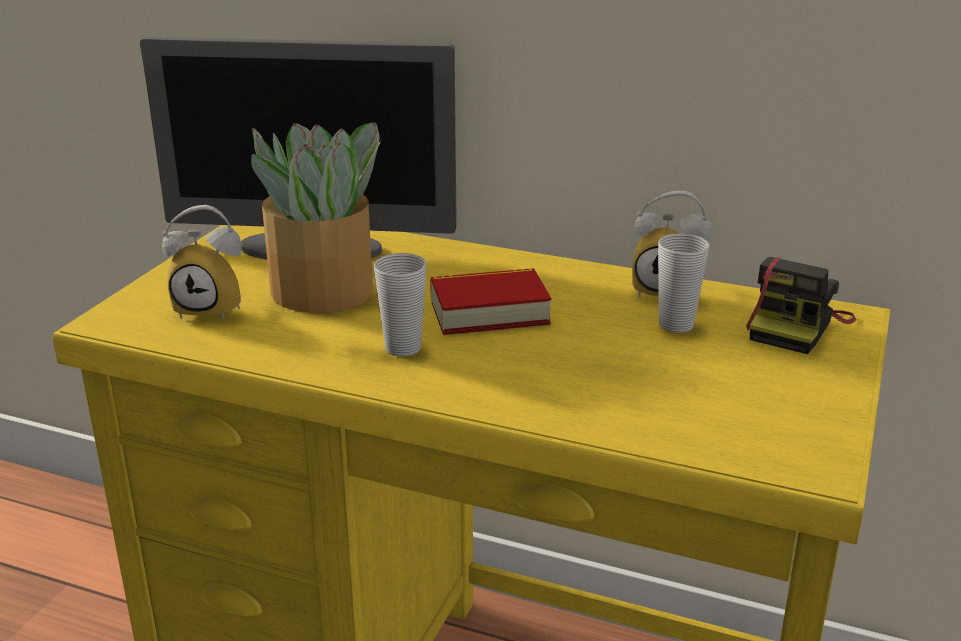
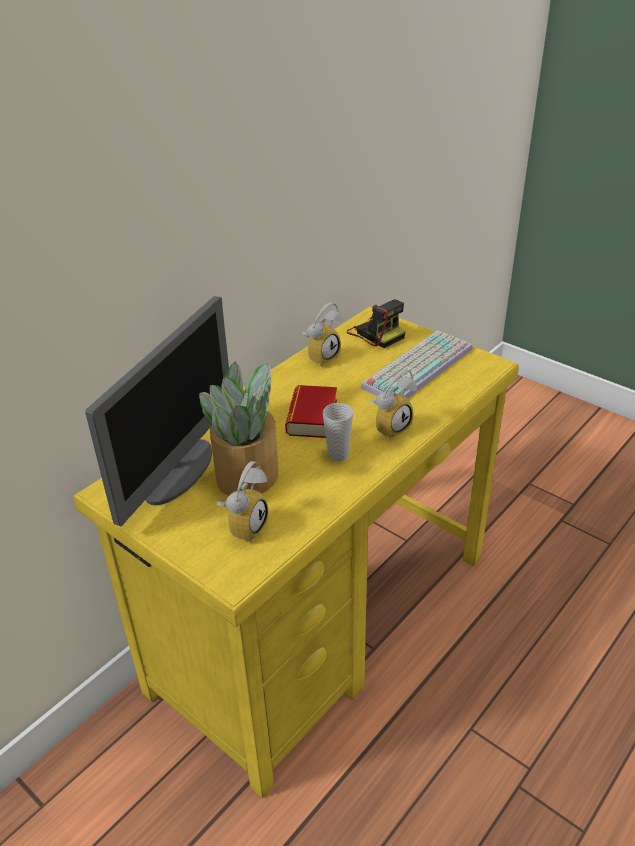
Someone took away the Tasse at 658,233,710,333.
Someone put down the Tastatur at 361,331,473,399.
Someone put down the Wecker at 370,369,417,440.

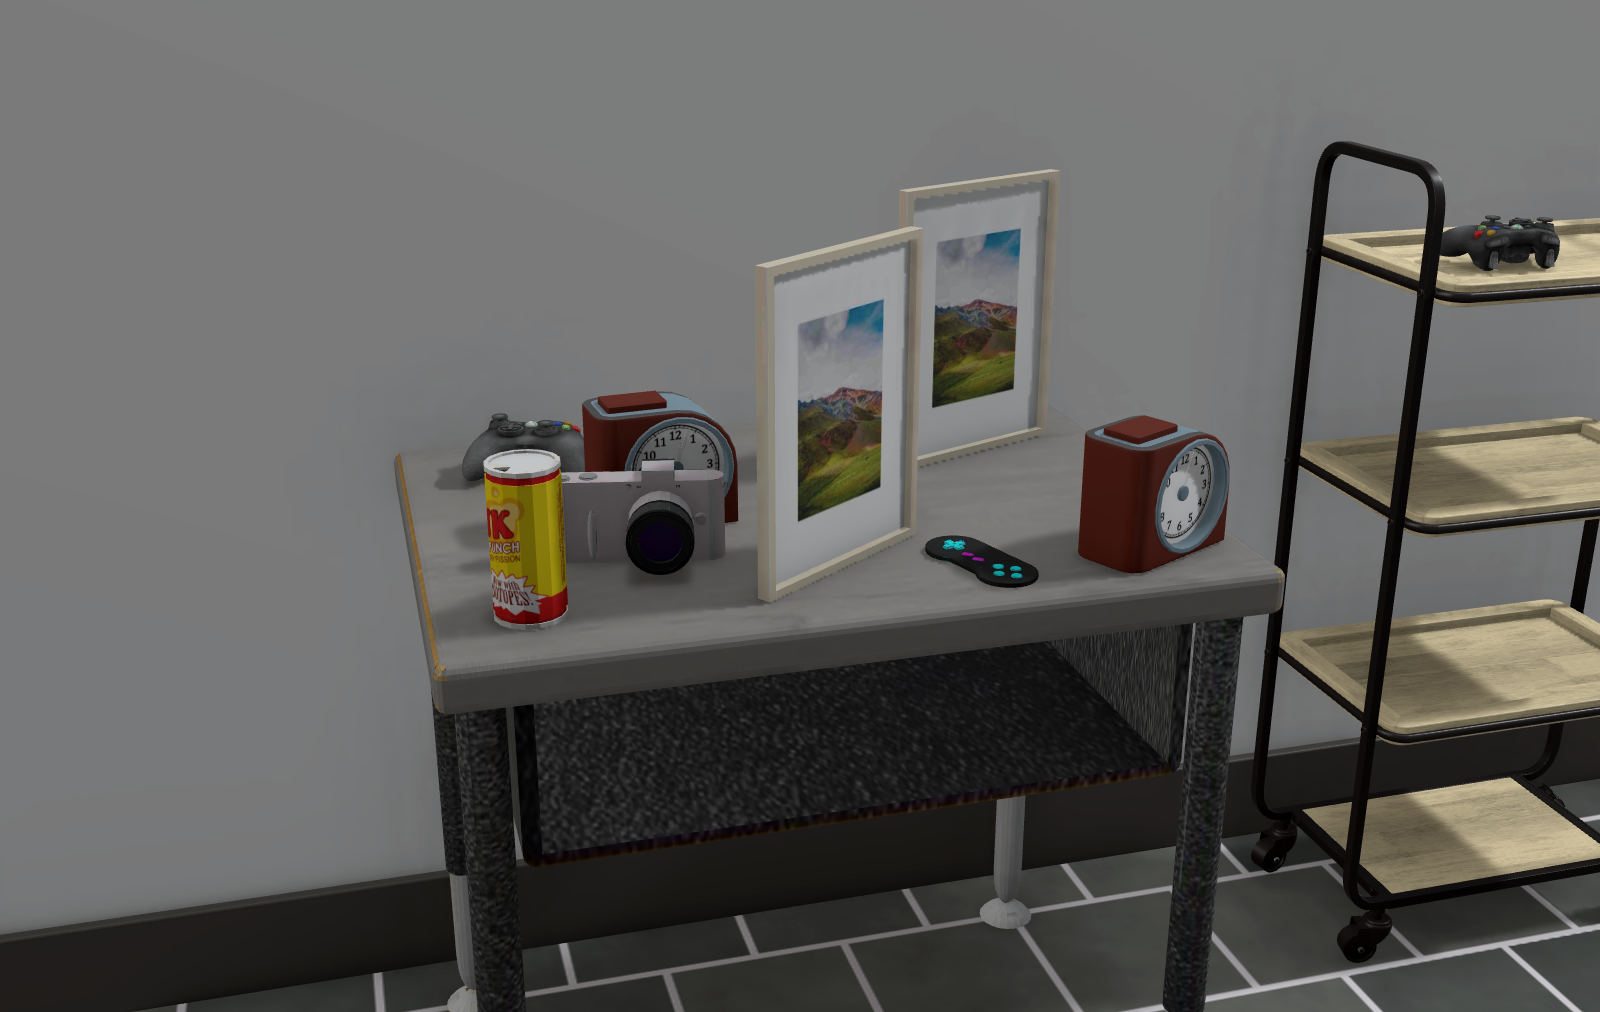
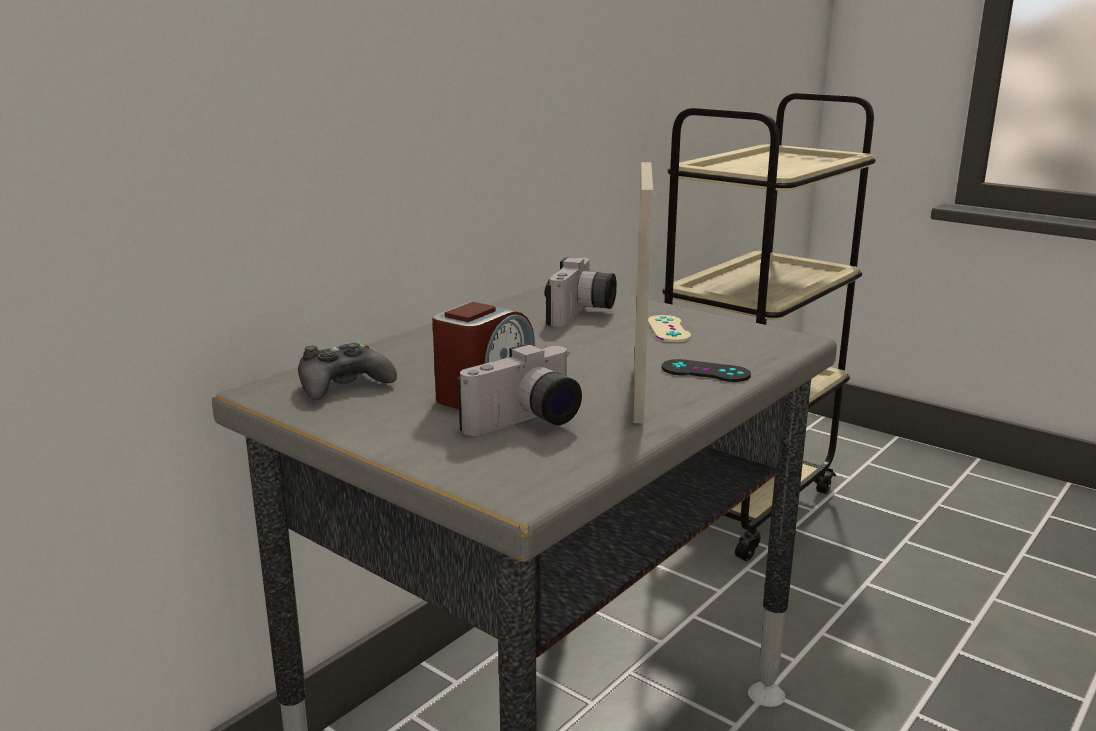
Someone swapped the Bilderrahmen at 898,169,1060,467 for the Kamera at 544,257,617,327.
Someone took away the Gamepad [schwarz] at 1440,215,1560,271.
Someone took away the Wecker at 1078,415,1230,573.
Someone took away the Dose at 483,449,568,630.
Someone put down the Gamepad [beige] at 648,315,691,342.

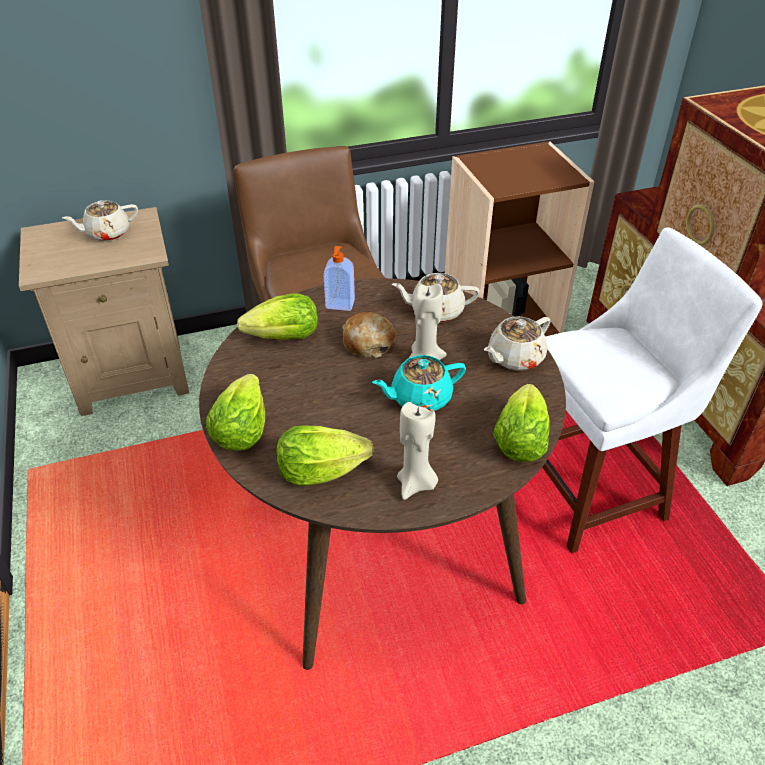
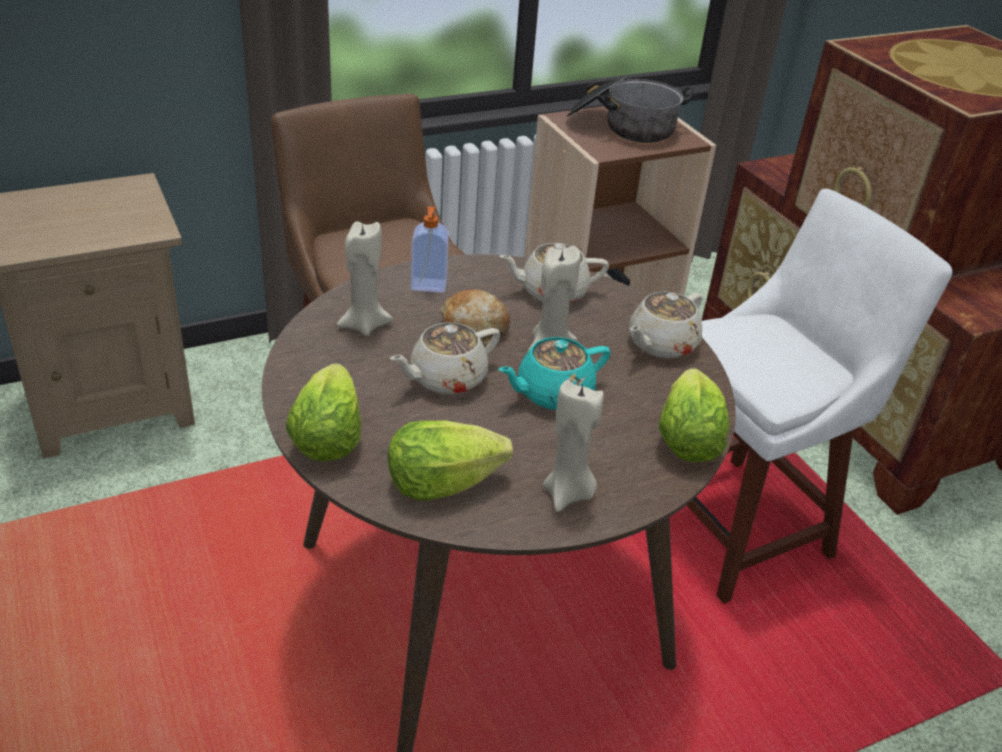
Someone carried the Teekanne [beige] from 62,200,138,241 to 390,322,500,395.
Someone swapped the Salatkopf at 237,293,318,340 for the Kerze [beige] at 337,221,393,336.
Someone put down the Kochtopf at 567,76,694,143.

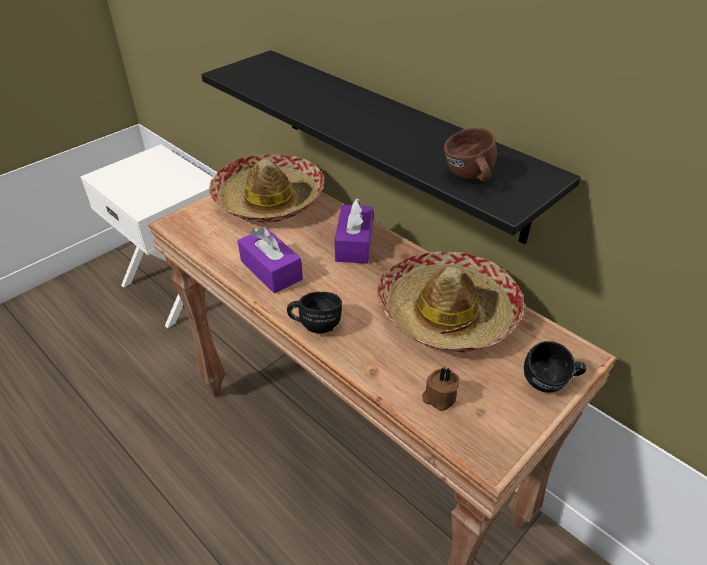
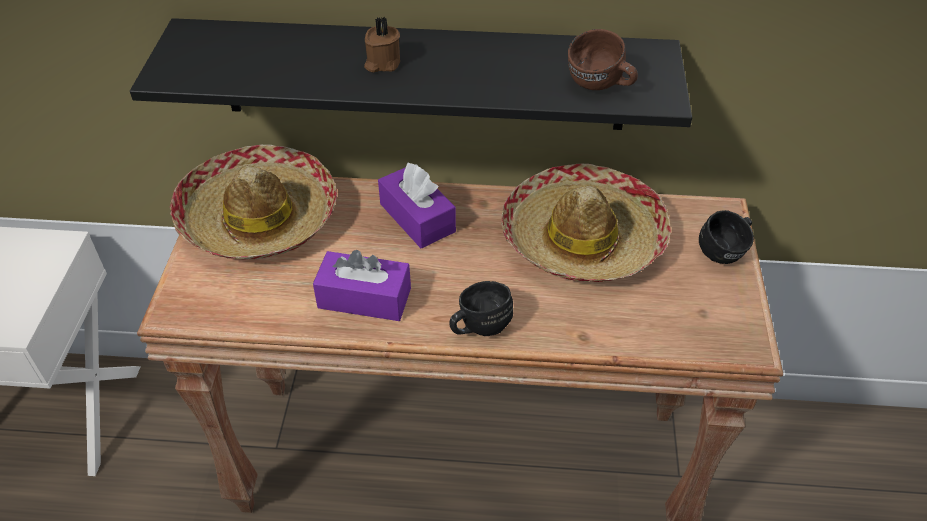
Someone carried the Kerze [braun] from 422,367,460,411 to 364,17,400,73.

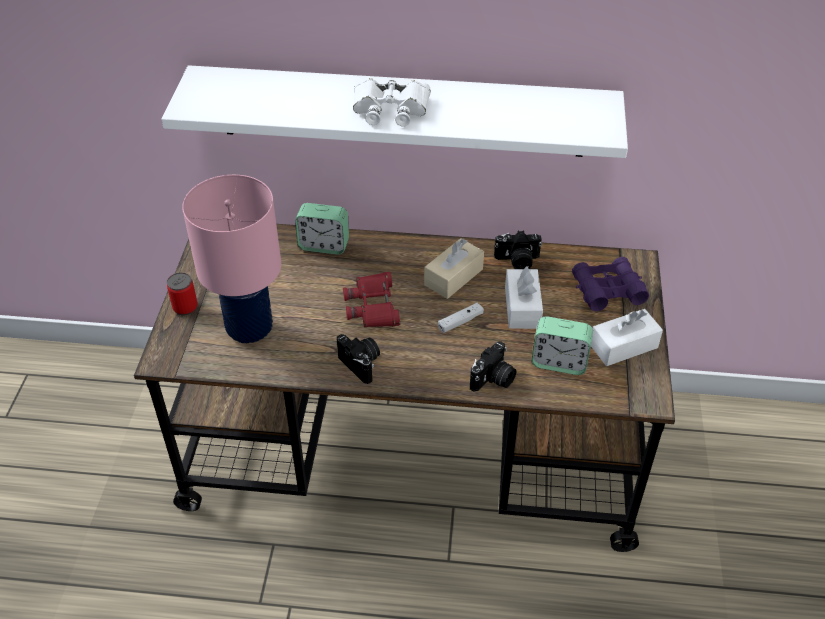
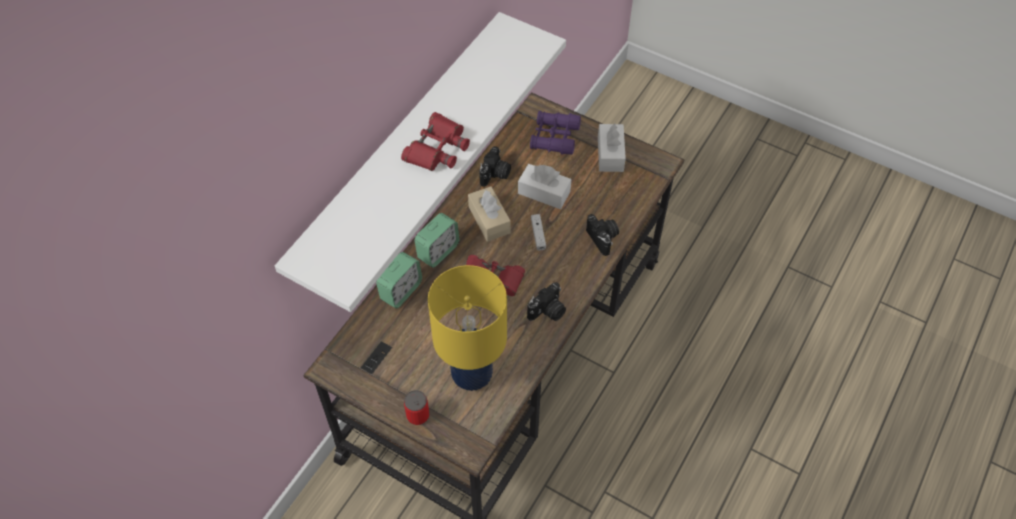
Someone repainted the Fernglas [weiß] at 353,78,431,127, which became the Fernglas [rot] at 401,112,470,171.
Someone repainted the Tischlampe [rosa] at 182,175,281,343, which became the Tischlampe [gelb] at 428,265,507,391.
Someone carried the Wecker from 532,316,593,375 to 415,213,460,268.
Someone rotated the Kamera at 337,334,380,384 by 150 degrees clockwise.

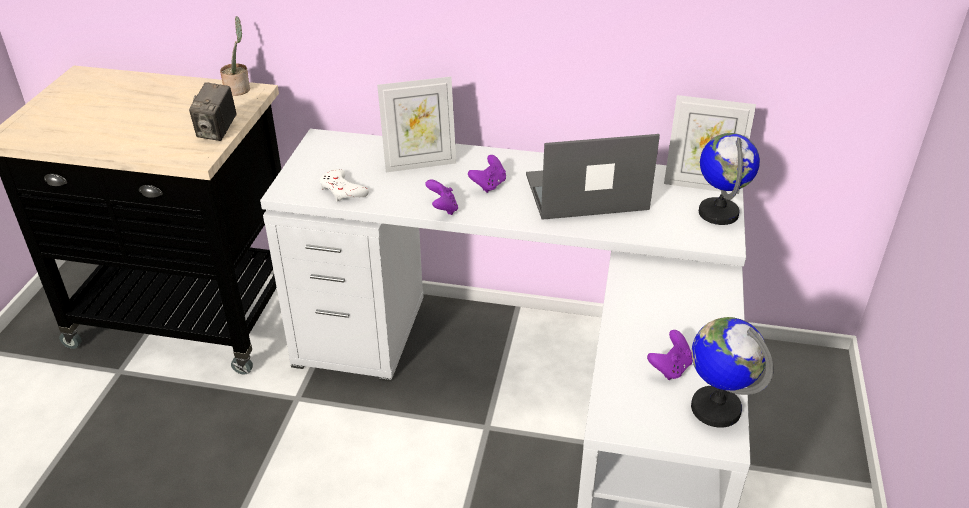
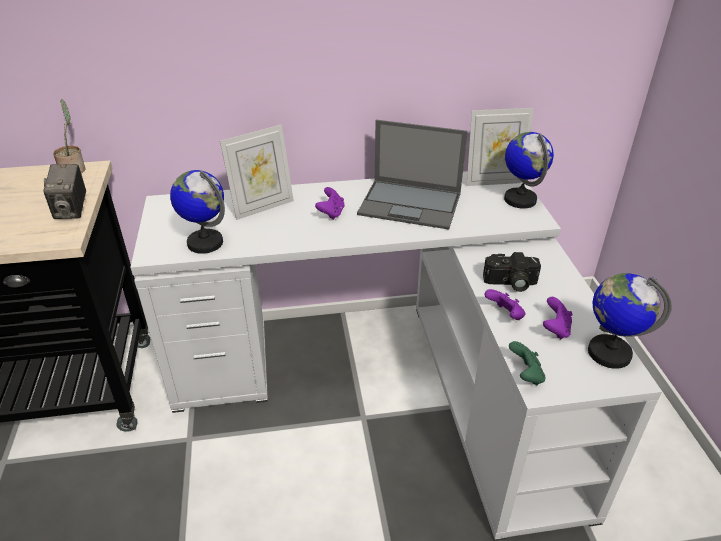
Someone rotated the Laptop at 526,134,660,220 by 135 degrees counterclockwise.
Someone swapped the Gamepad [weiß] at 319,169,369,202 for the Globus at 170,170,225,254.
Someone carried the Gamepad [lila] from 425,179,458,215 to 484,289,525,320.
Someone put down the Kamera at 483,252,541,292.
Someone put down the Gamepad [grün] at 509,341,545,385.

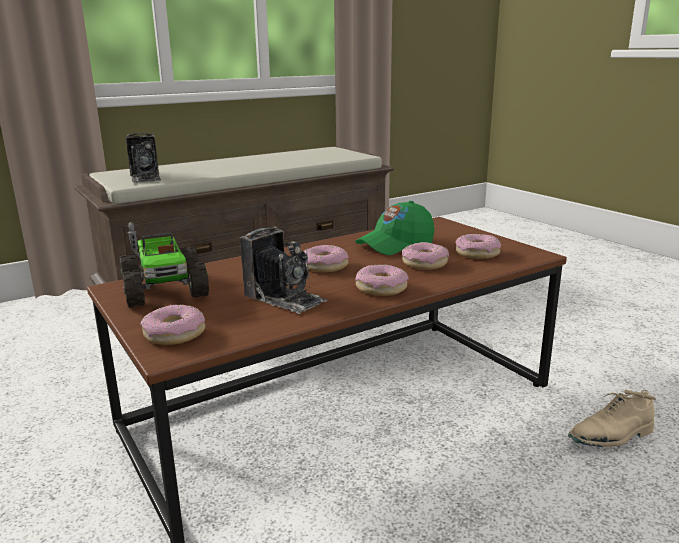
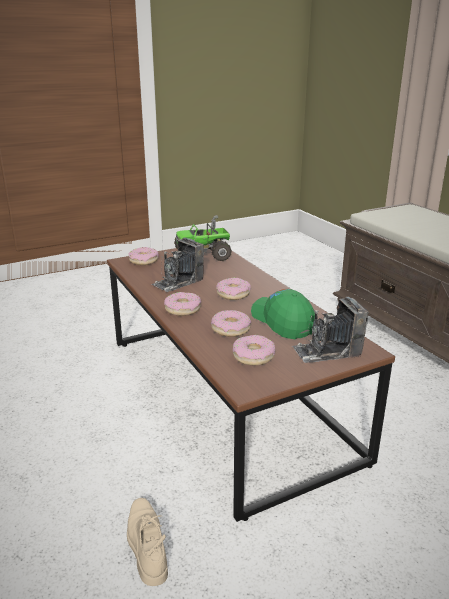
Someone carried the Kamera from 126,133,161,183 to 292,297,369,363.

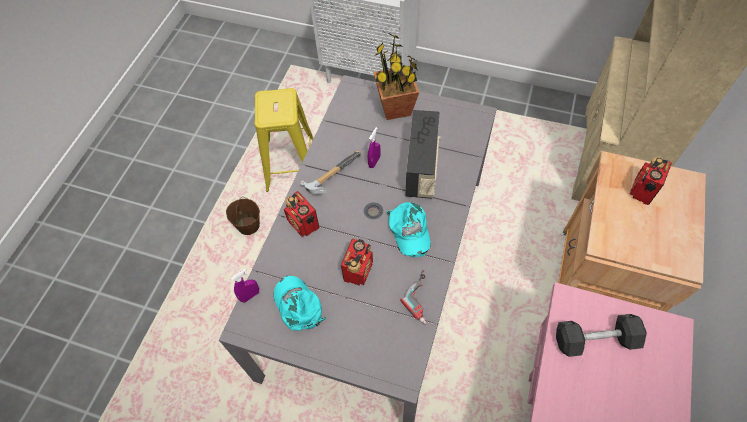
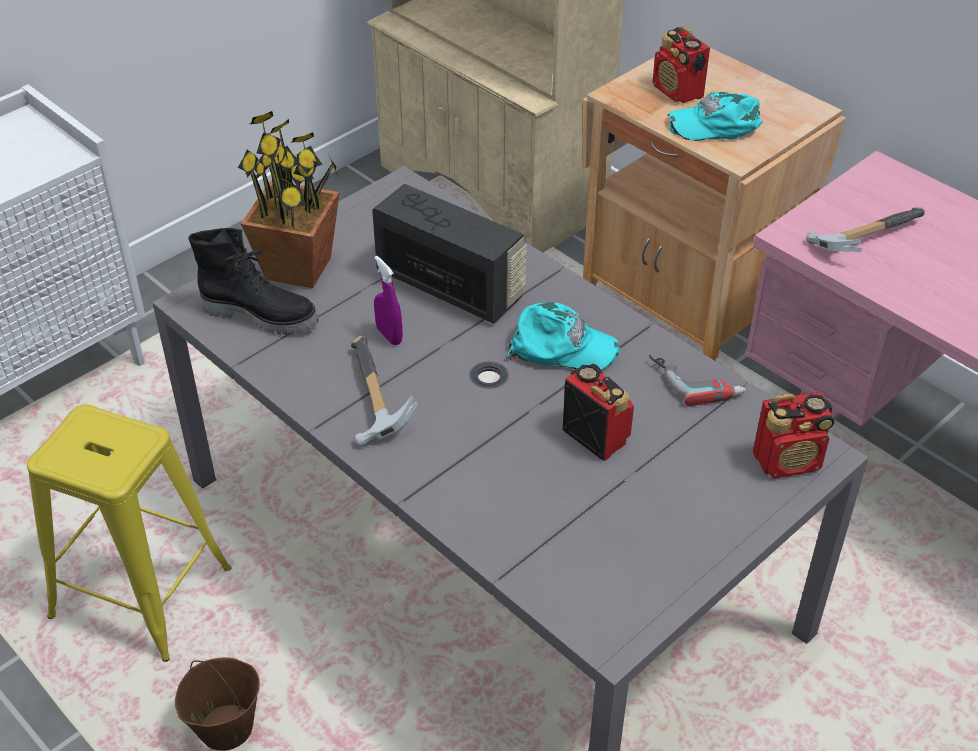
Someone carried the Radio from 284,191,319,237 to 753,392,834,478.
Someone took away the Sprühflasche [lila] at 231,268,259,303.
Someone carried the Kappe [türkis] from 273,276,327,331 to 668,92,763,141.
Someone swapped the Hantel [grau] at 556,314,647,357 for the Hammer at 806,207,925,252.
Someone put down the Stiefel [schwarz] at 188,228,319,335.

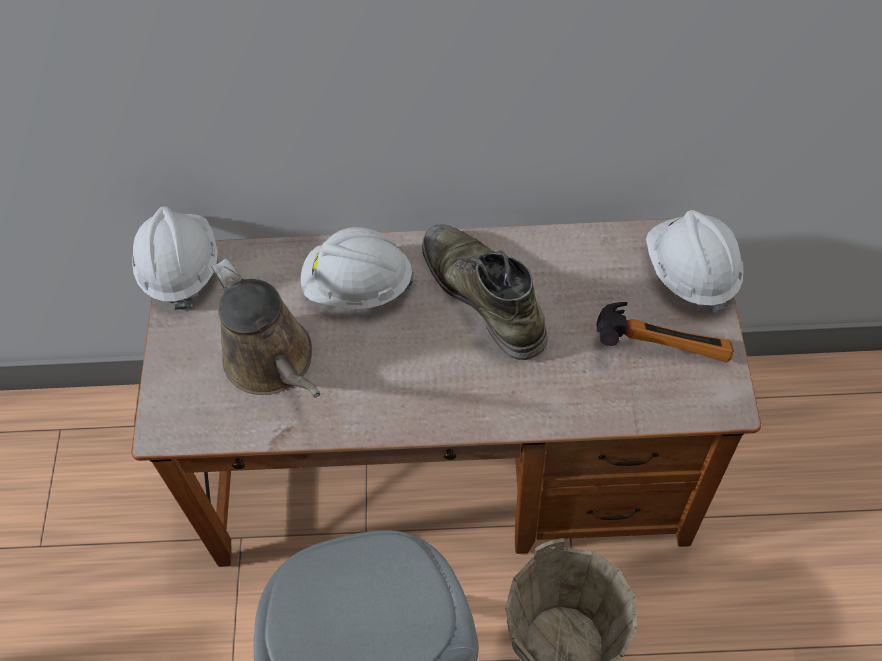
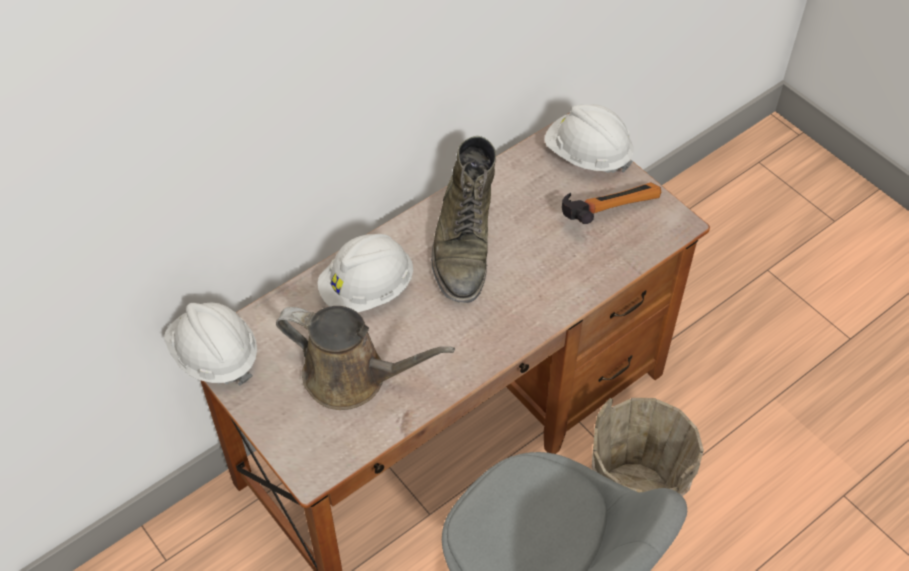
Someone rotated the Stiefel [grün] at 422,224,548,360 by 105 degrees counterclockwise.

